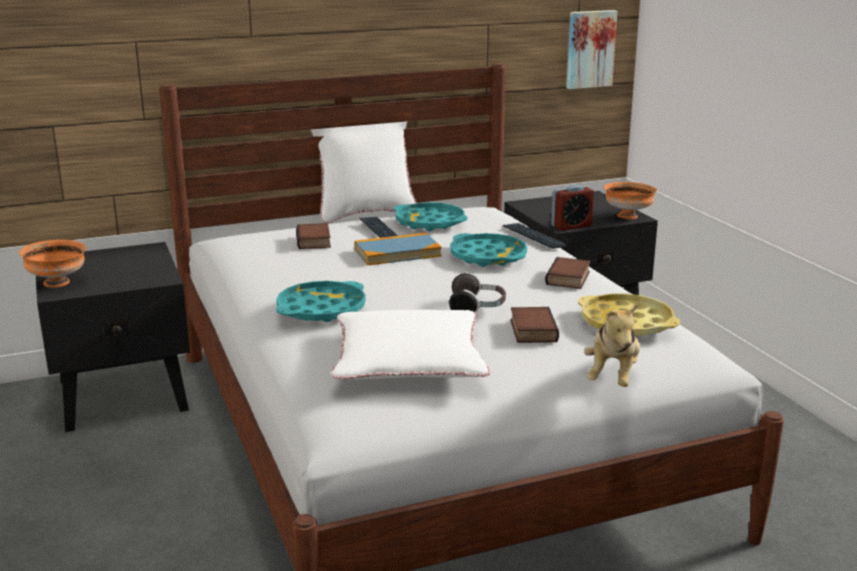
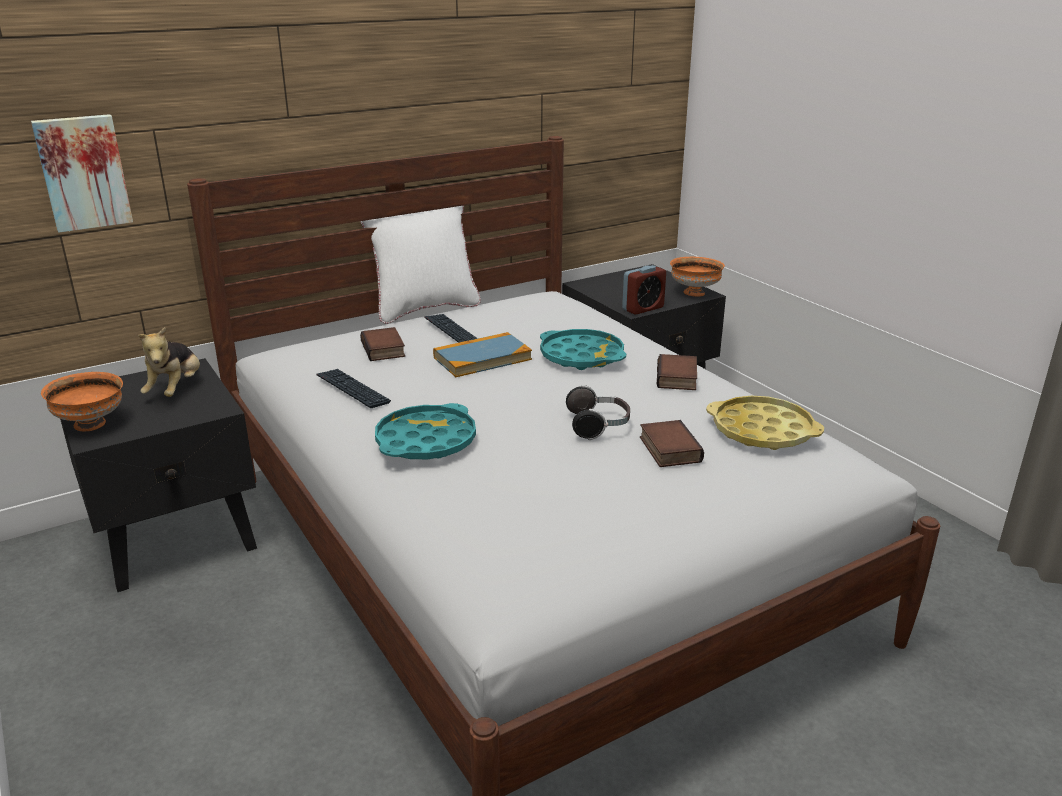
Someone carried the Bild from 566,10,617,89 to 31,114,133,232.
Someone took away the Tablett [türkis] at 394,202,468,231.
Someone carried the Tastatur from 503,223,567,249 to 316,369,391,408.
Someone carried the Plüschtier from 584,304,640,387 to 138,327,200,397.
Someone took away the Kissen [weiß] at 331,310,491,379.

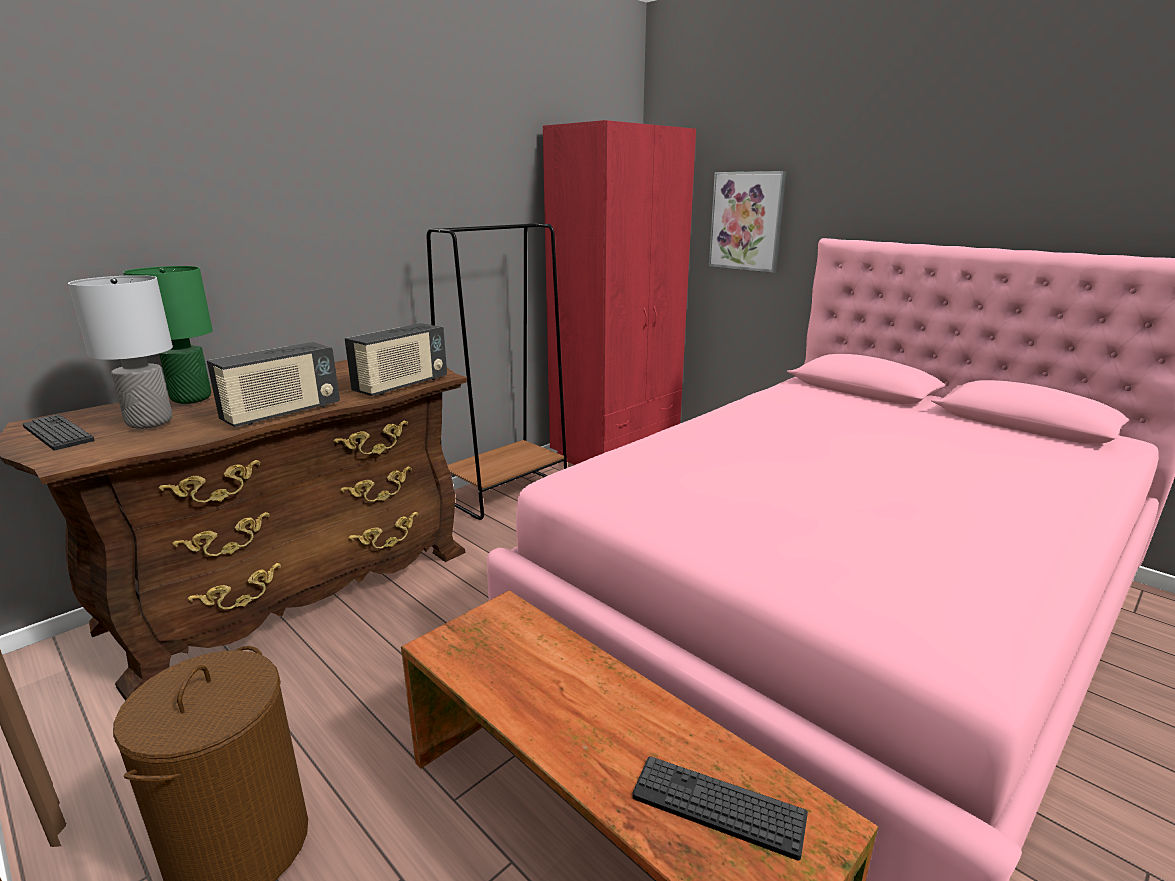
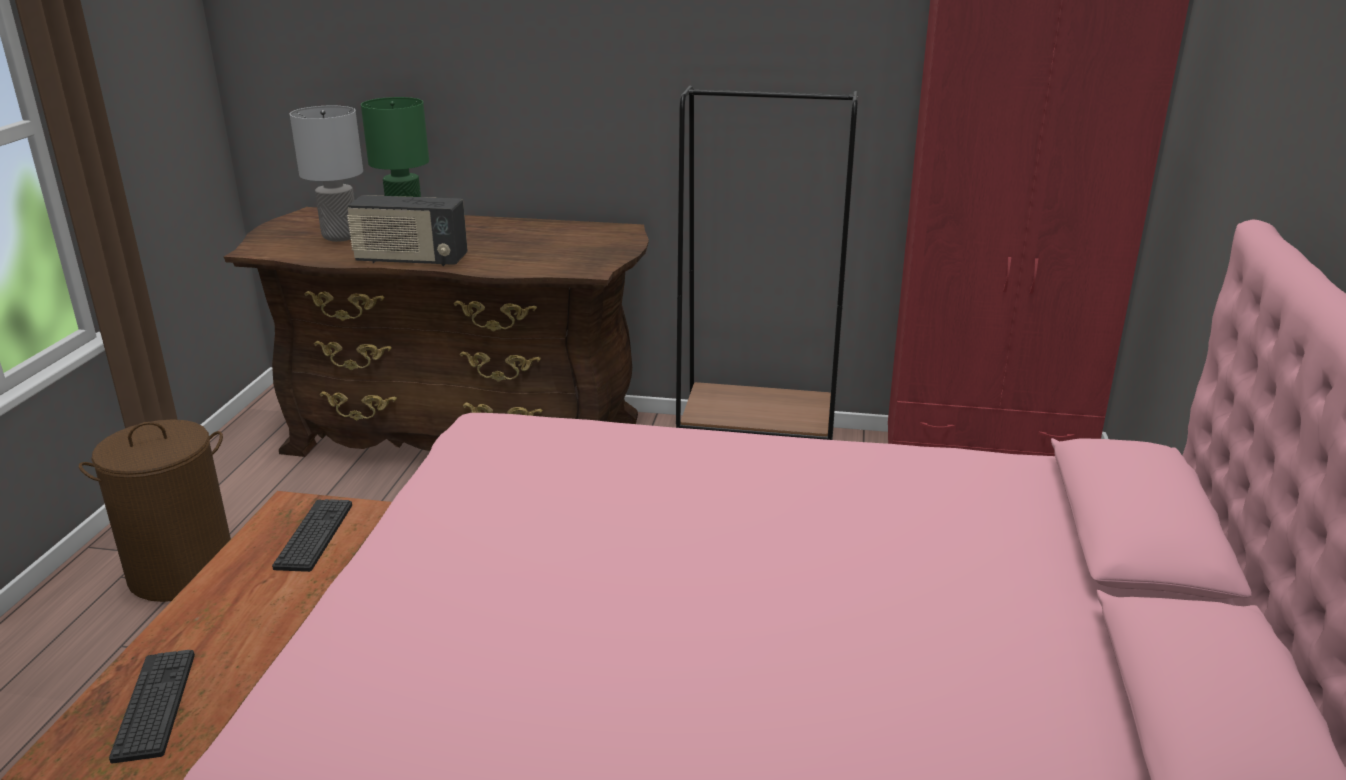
Someone took away the Bild at 709,171,786,273.
Someone took away the Radio at 345,323,447,396.
Someone carried the Tastatur from 23,414,95,450 to 272,499,352,572.

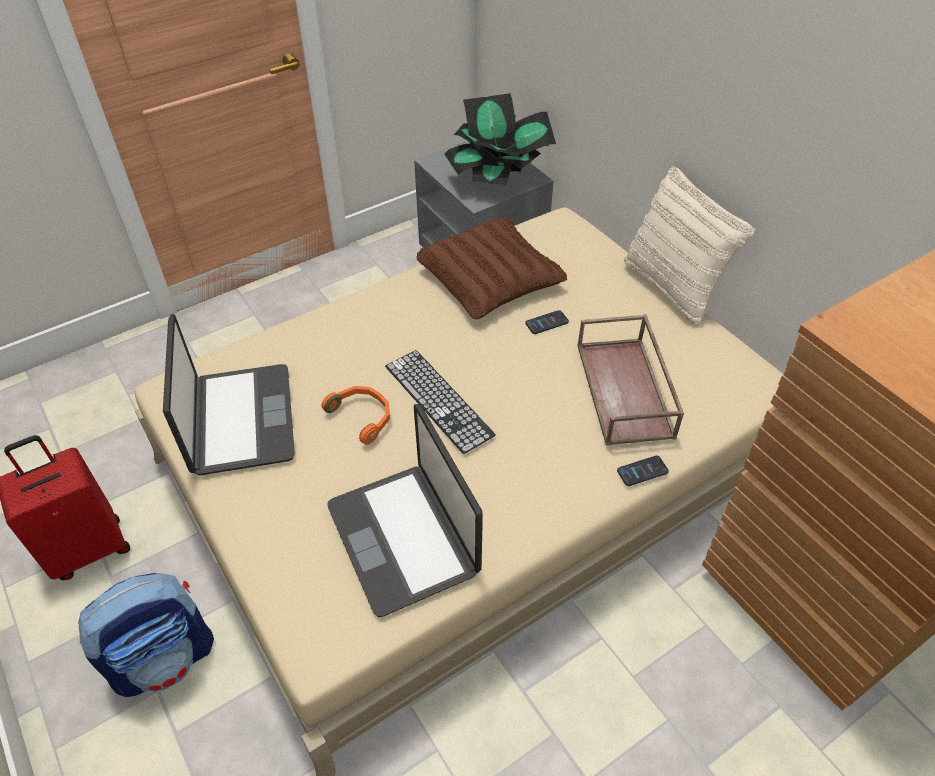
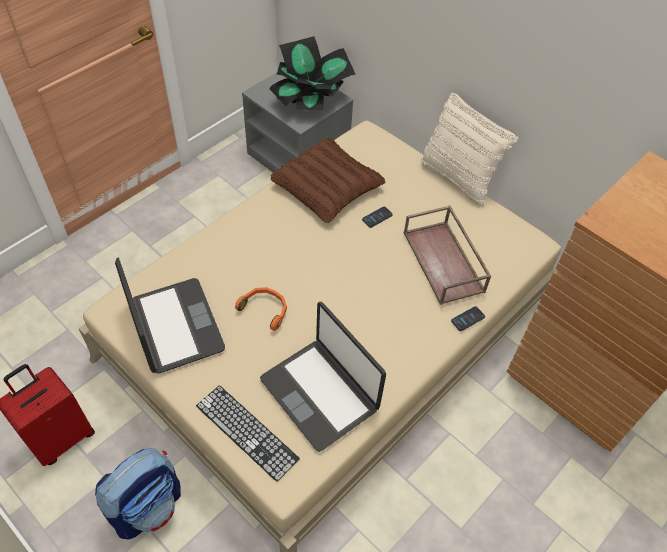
Someone carried the Tastatur from 385,350,496,454 to 196,385,300,482.

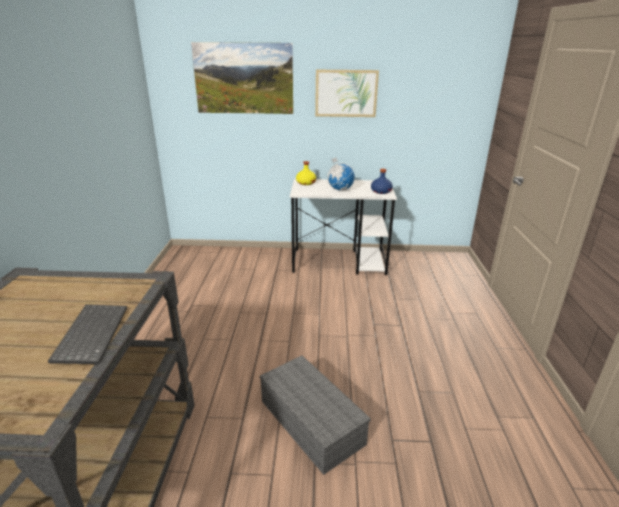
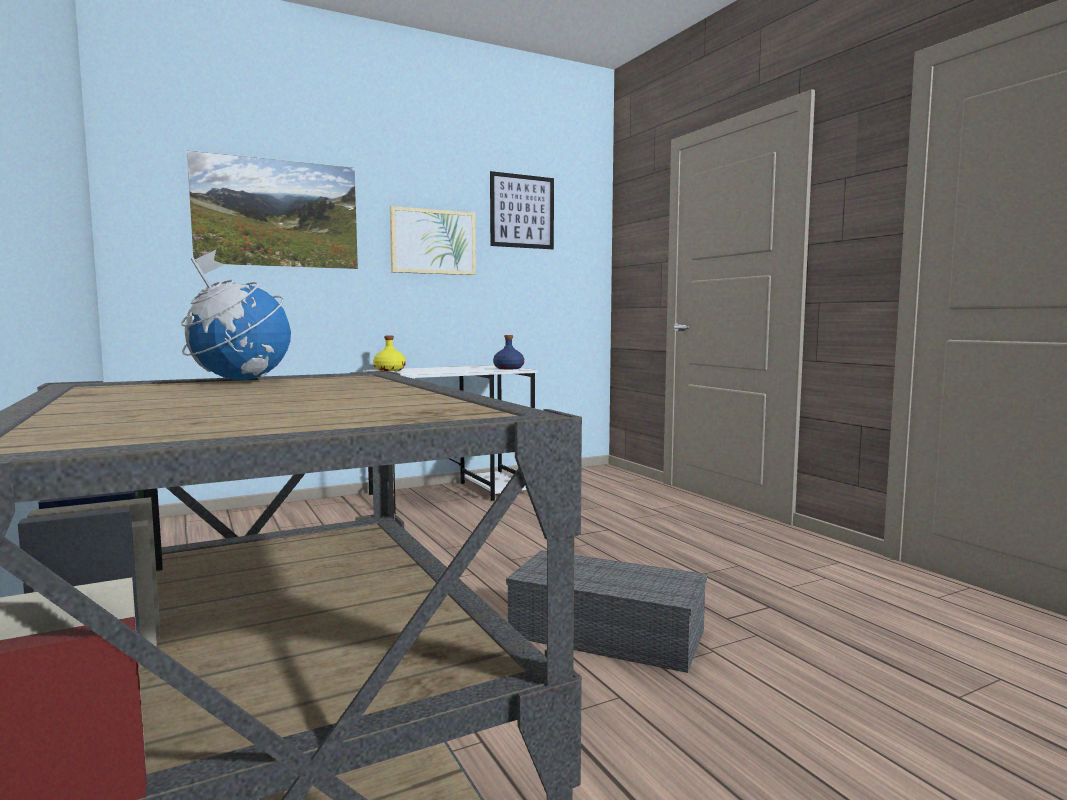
Someone carried the Globus from 327,157,354,190 to 181,250,291,380.
Someone took away the Tastatur at 48,304,127,364.
Someone put up the Bild at 490,171,554,249.

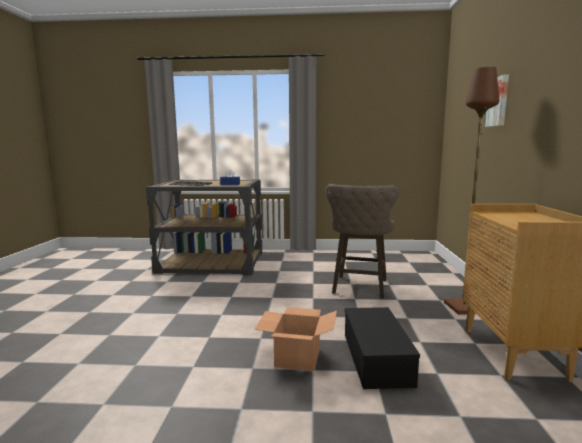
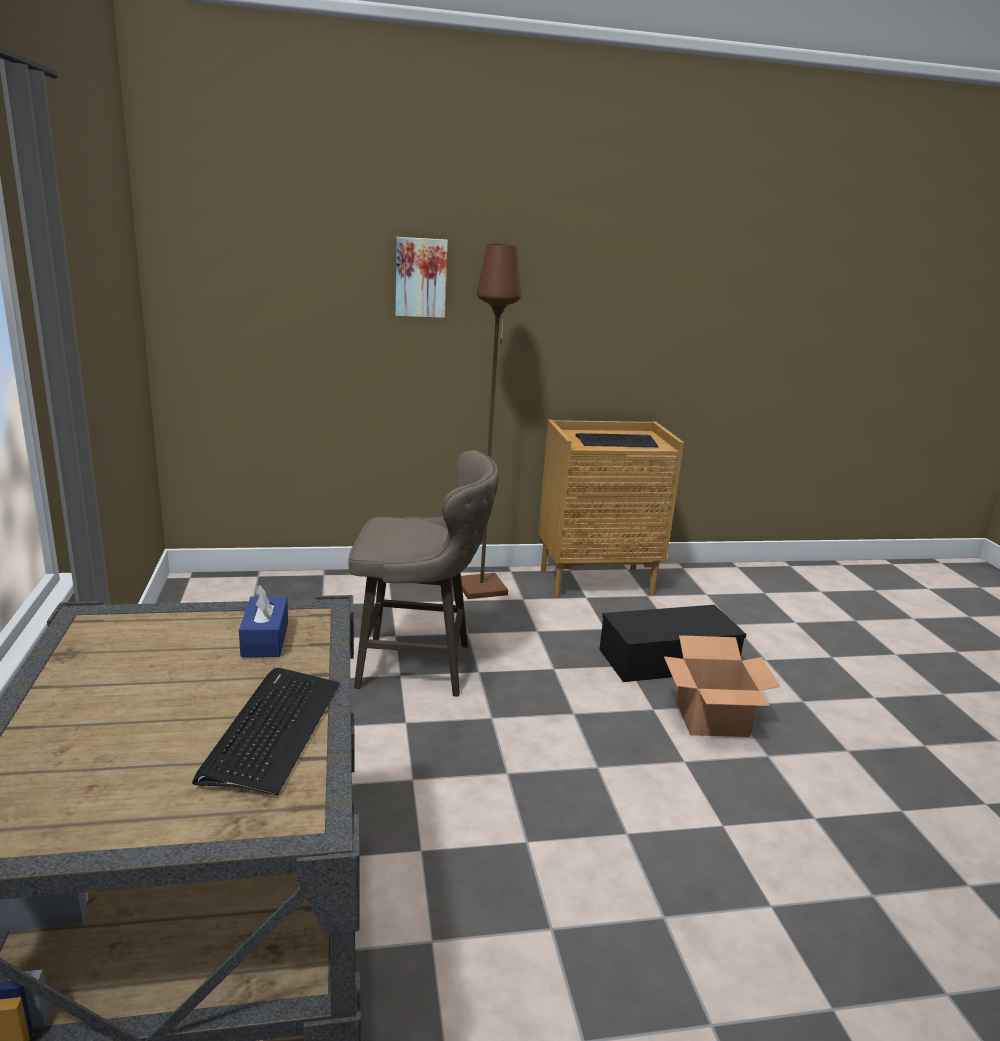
Someone put down the Tastatur at 575,433,659,447.

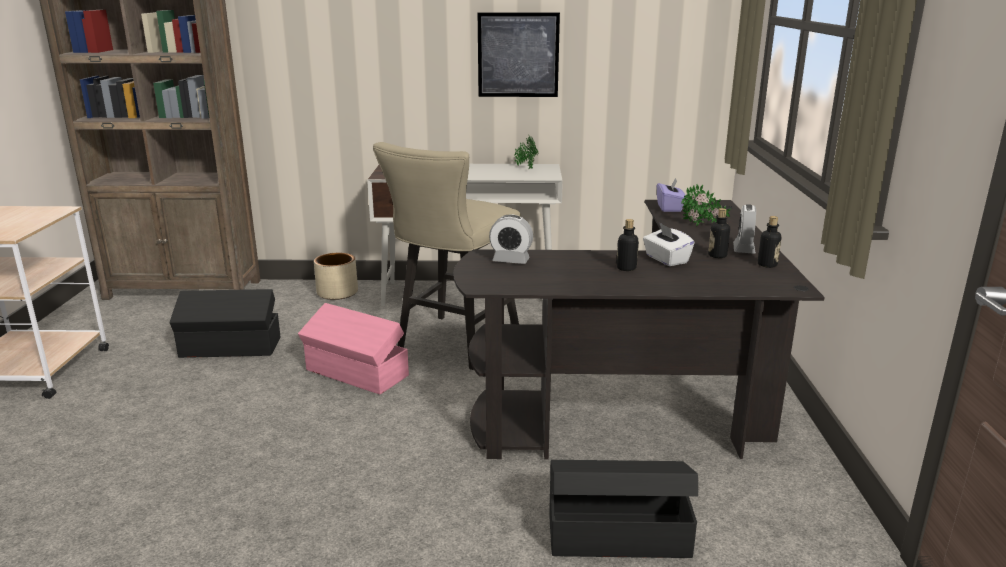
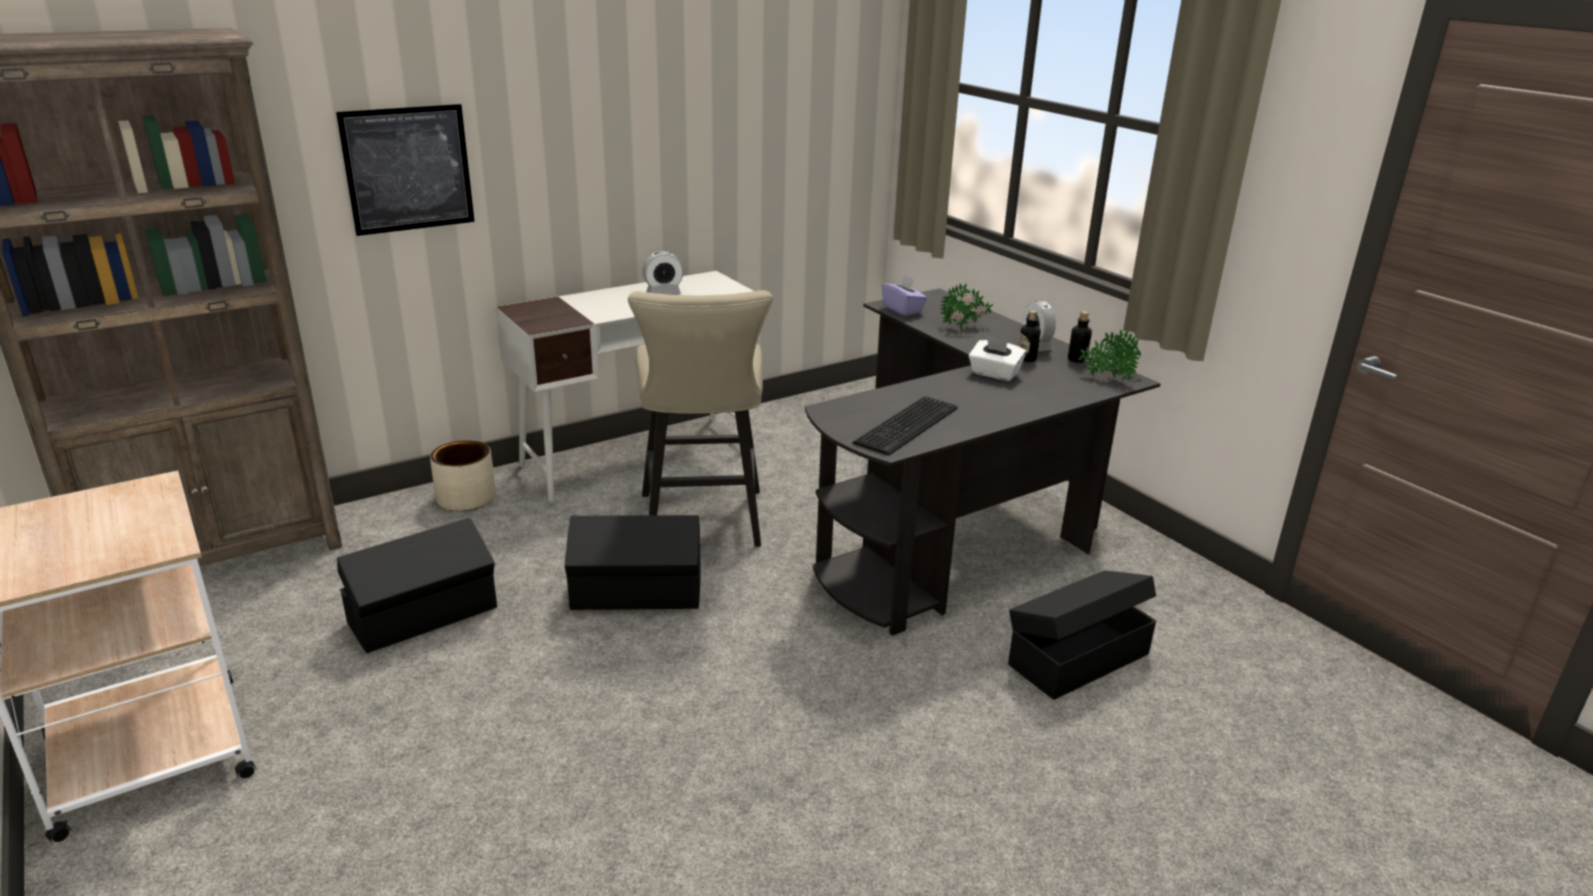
Someone carried the Bild from 478,13,560,97 to 336,104,475,236.
Someone carried the Topfpflanze from 514,136,538,170 to 1079,330,1141,380.
Someone carried the Wecker from 489,214,533,264 to 642,251,683,295.
Someone took away the Flasche at 616,219,639,271.
Someone repainted the Aufbewahrungsbox [rosa] at 298,303,409,394, which became the Aufbewahrungsbox [schwarz] at 565,515,701,610.
Someone put down the Tastatur at 853,396,958,456.

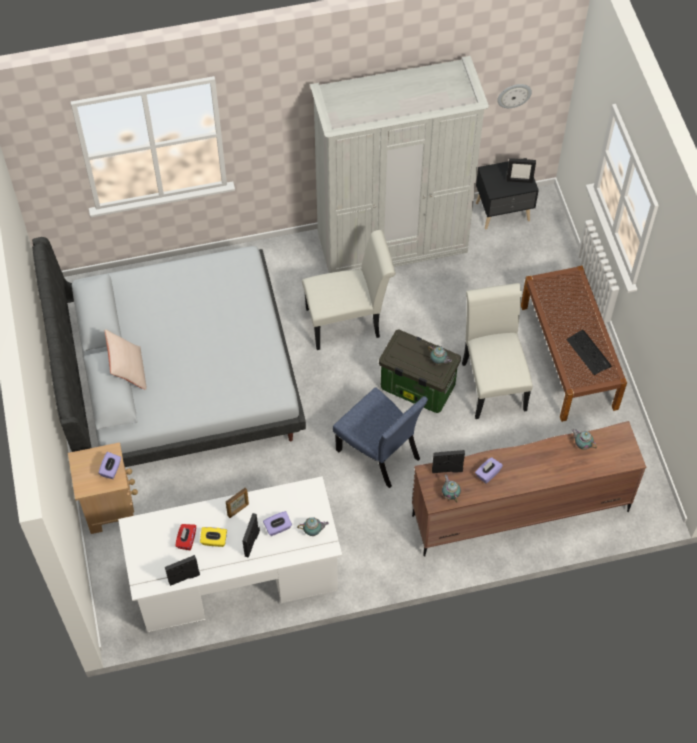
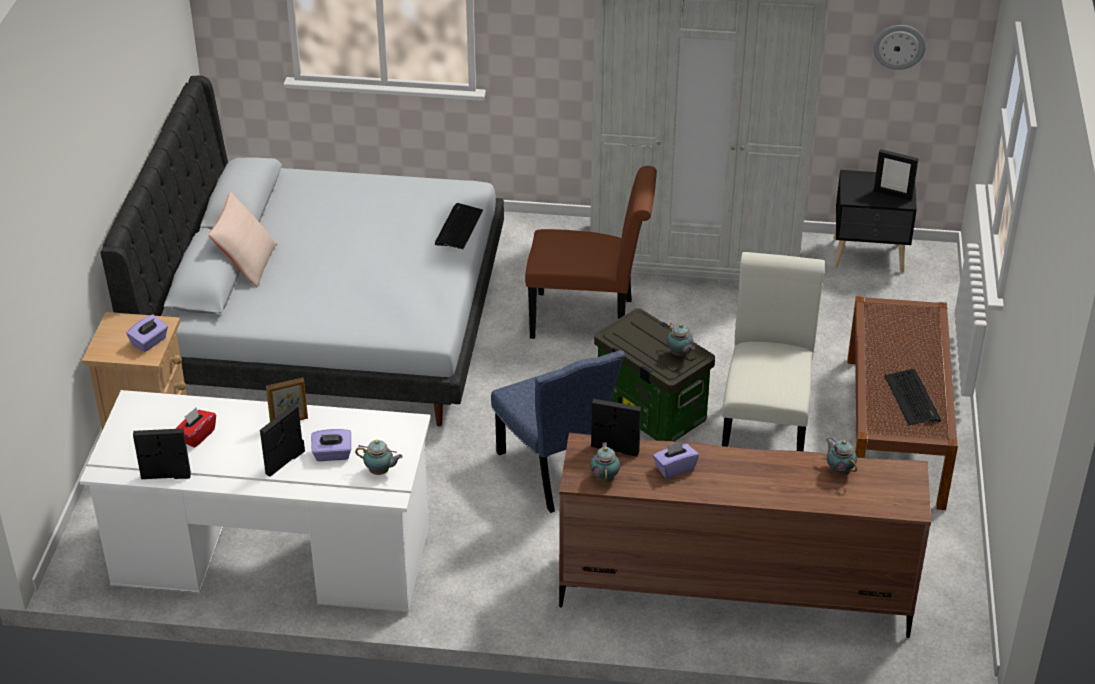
Someone repainted the Stuhl [weiß] at 302,230,396,350, which became the Stuhl [braun] at 525,166,657,339.
Someone took away the Taschentuchbox [gelb] at 200,527,227,547.
Someone put down the Tastatur at 435,203,483,249.

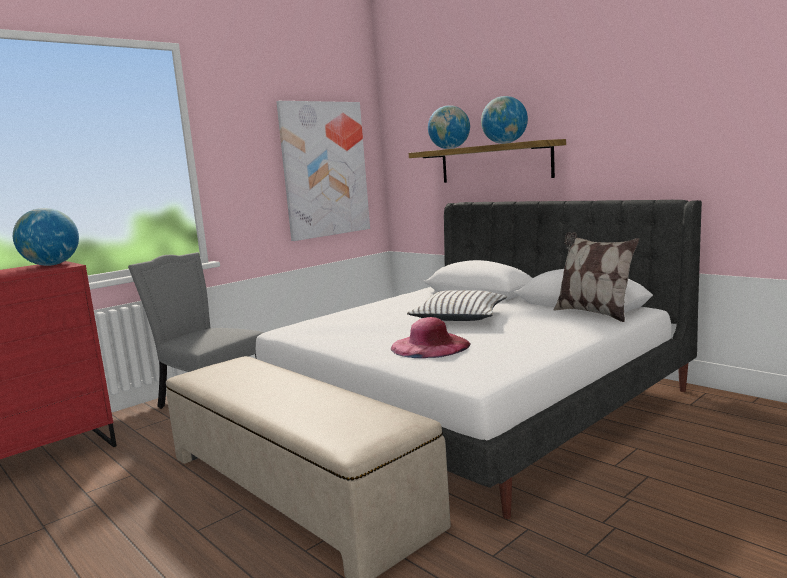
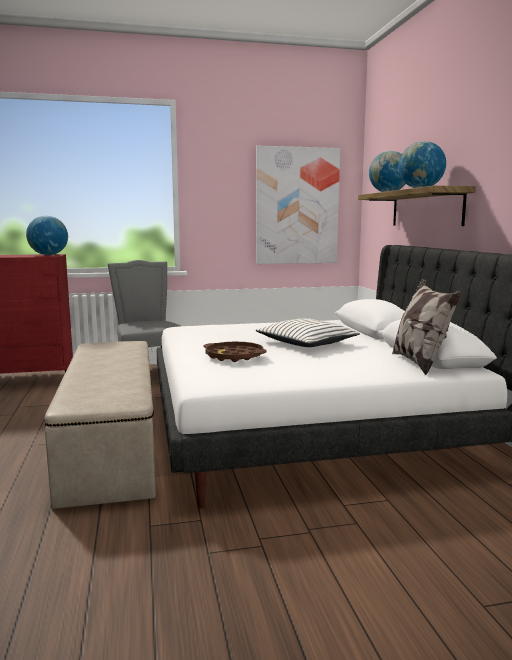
Someone swapped the Hut [rosa] at 391,317,471,358 for the Tablett [braun] at 204,342,267,362.

